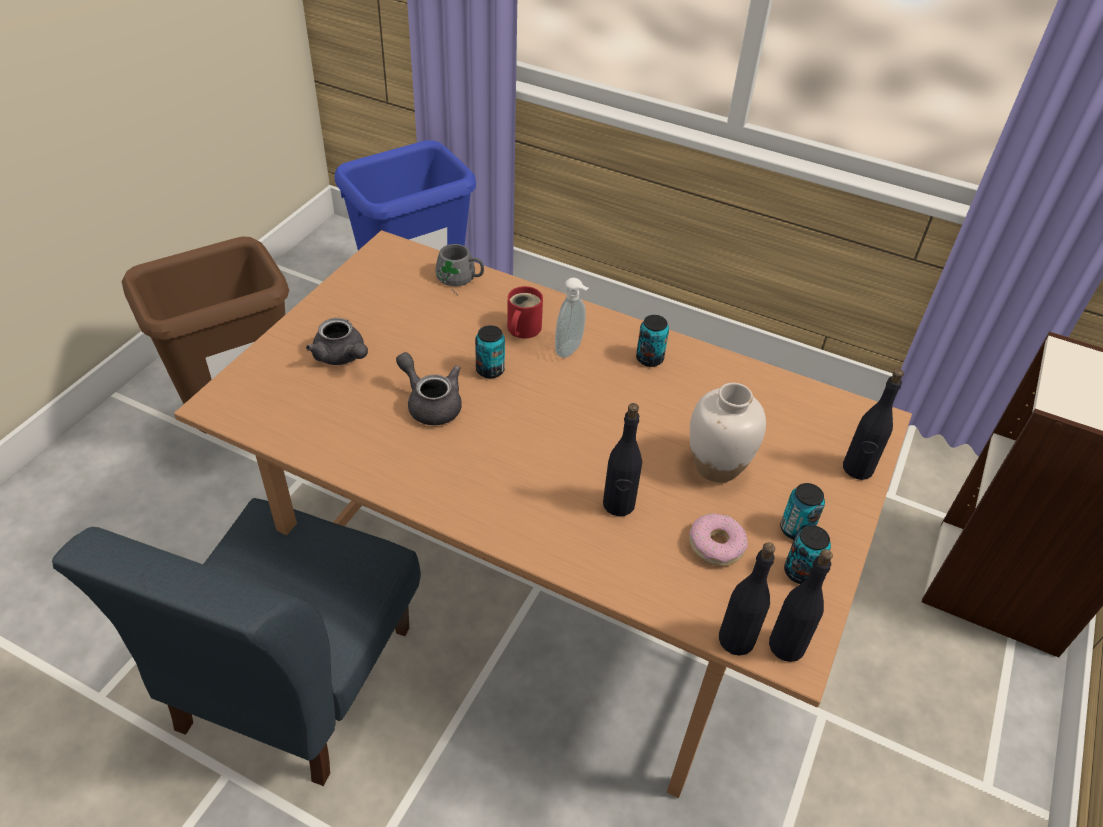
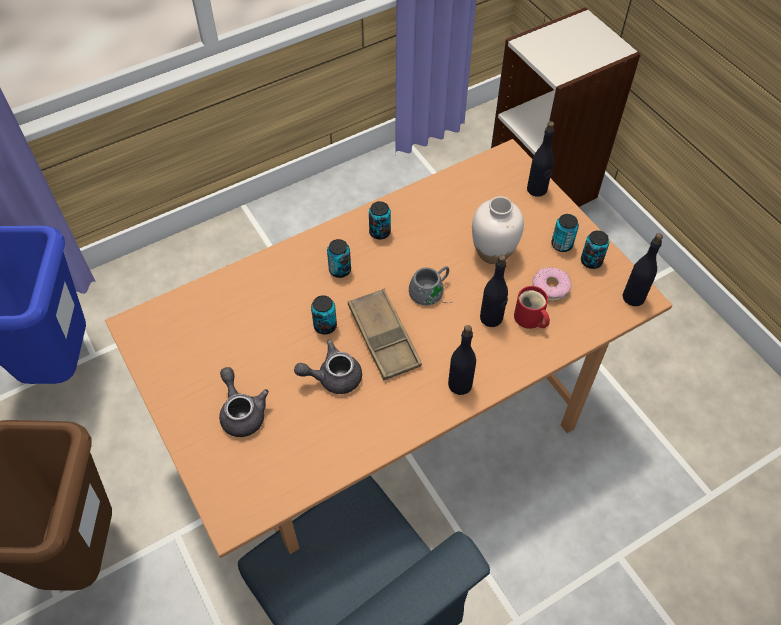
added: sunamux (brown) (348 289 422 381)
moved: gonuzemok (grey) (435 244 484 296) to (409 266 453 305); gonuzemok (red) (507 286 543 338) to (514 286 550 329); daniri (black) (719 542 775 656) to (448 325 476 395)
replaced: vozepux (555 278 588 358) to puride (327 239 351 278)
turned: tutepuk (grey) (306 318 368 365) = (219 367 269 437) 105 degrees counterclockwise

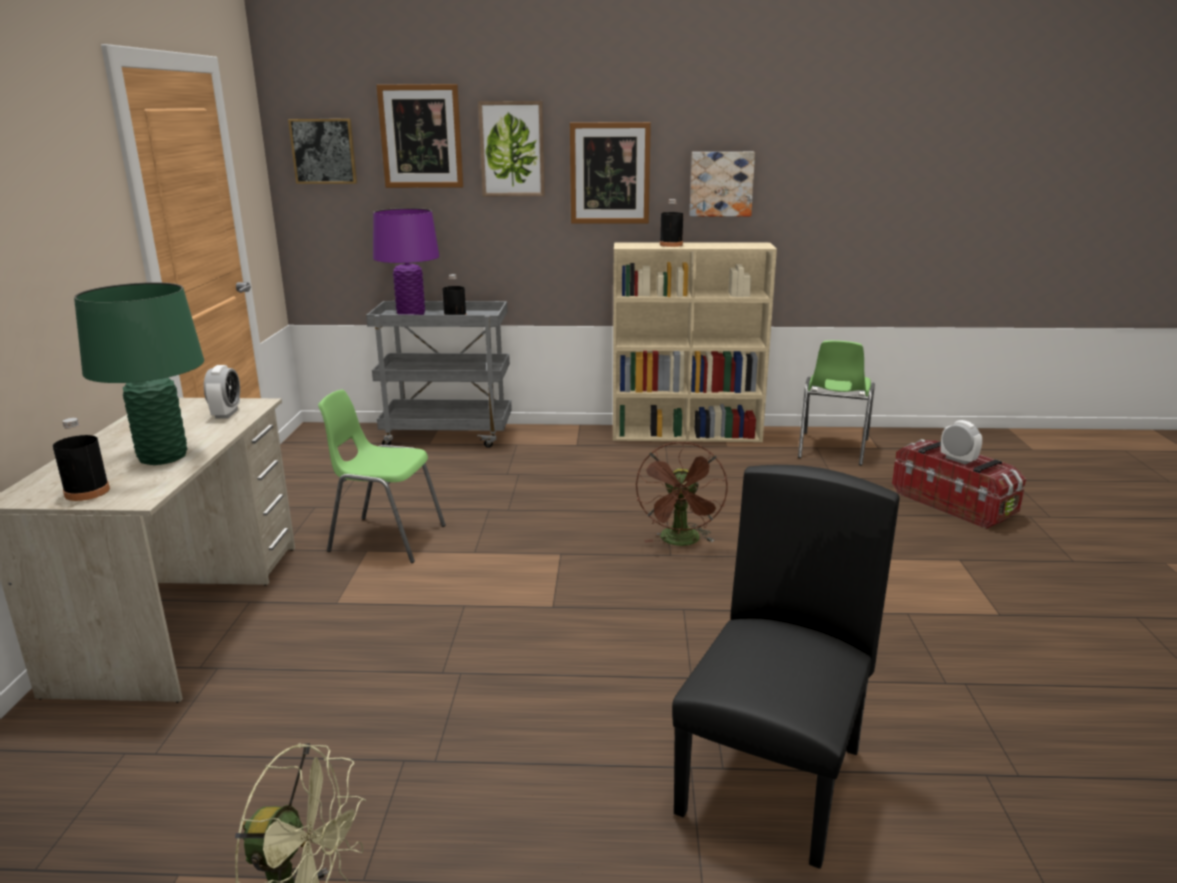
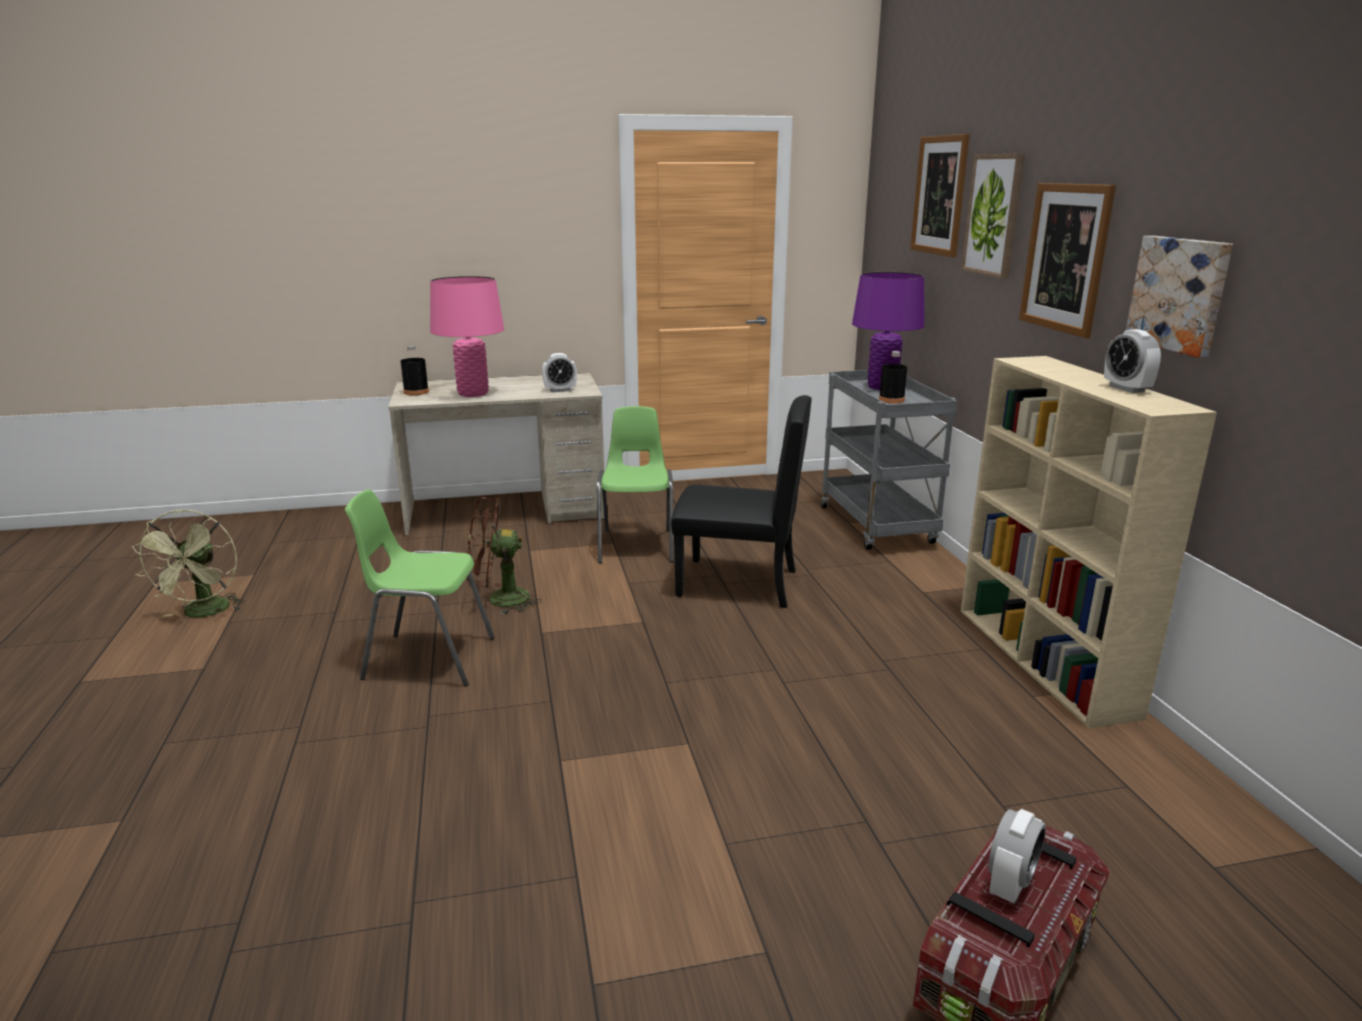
removed: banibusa (288 119 357 184); daniri (black) (660 199 683 247)
added: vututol (1104 329 1161 393)
moved: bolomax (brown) (636 441 727 546) to (467 497 542 615); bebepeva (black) (672 465 900 869) to (671 395 812 608); bebepeva (green) (798 340 875 465) to (345 489 495 687)
recoloured: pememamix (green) (74 282 204 465) to pememamix (pink) (430 276 504 397)

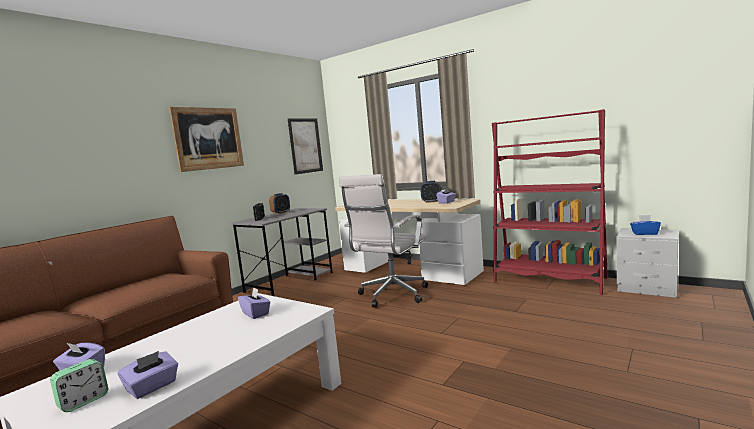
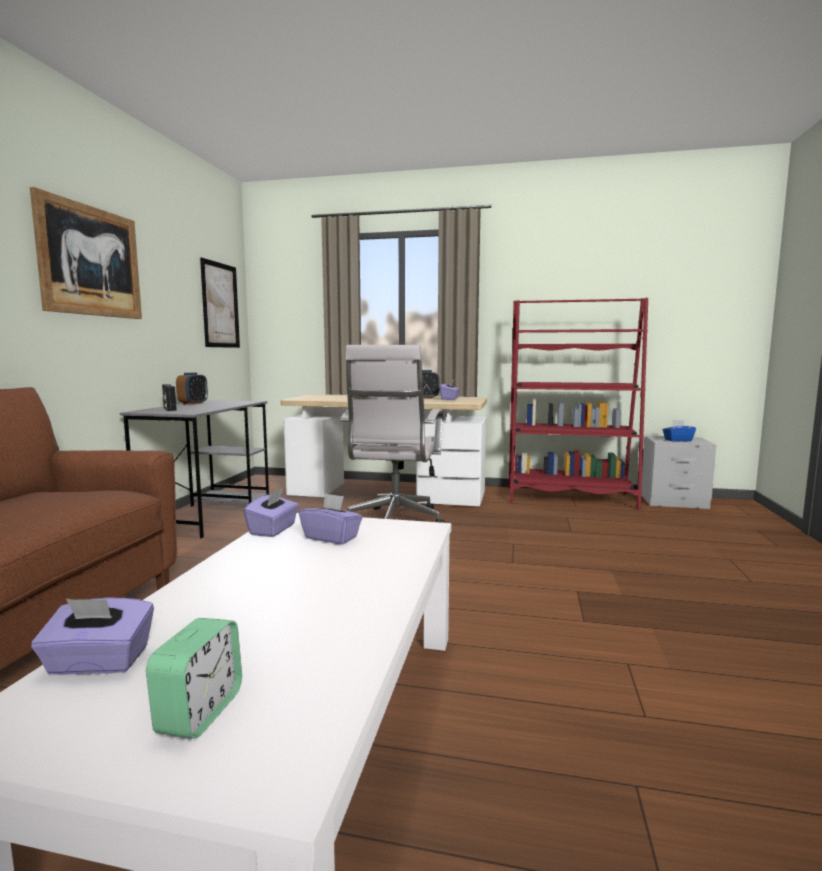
moved: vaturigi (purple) (118 351 178 399) to (243 488 299 537)

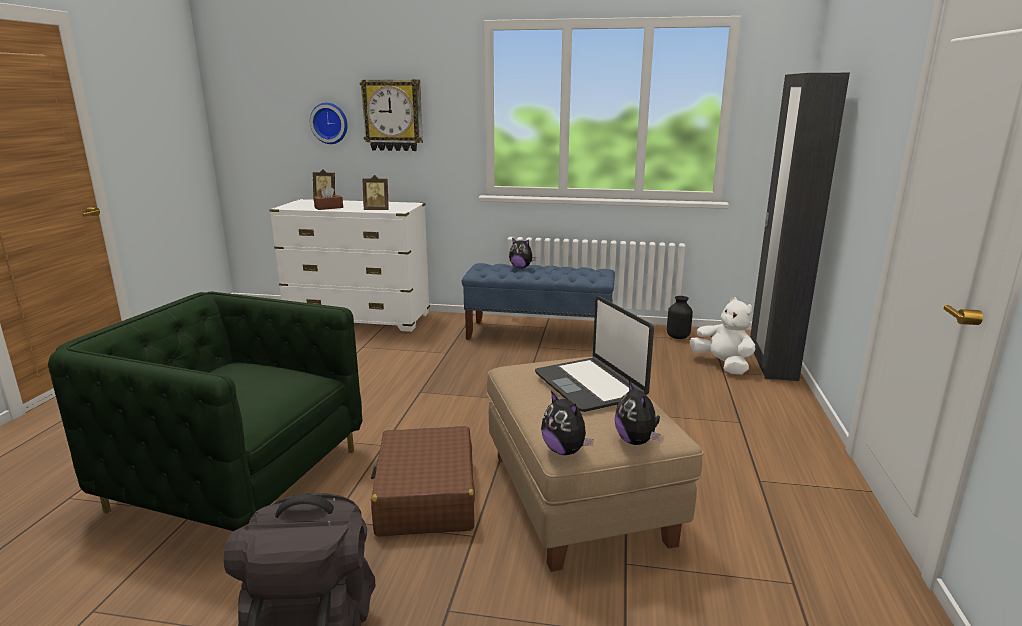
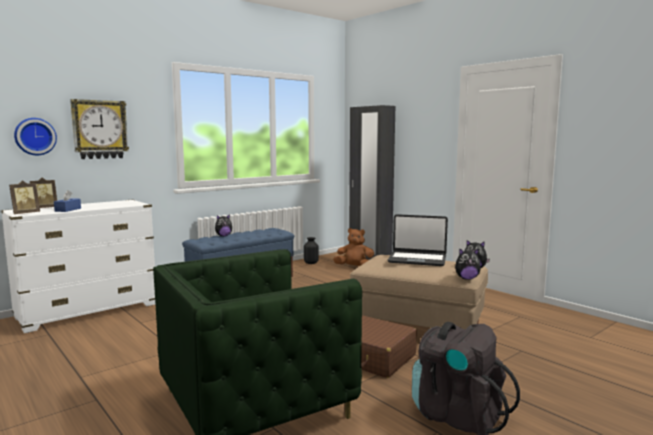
moved: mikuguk (362 175 389 210) to (9 180 40 214)
recoloured: vaturigi (brown) (314 186 343 210) to vaturigi (blue) (54 190 81 212); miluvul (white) (690 297 755 375) to miluvul (brown) (333 228 374 266)

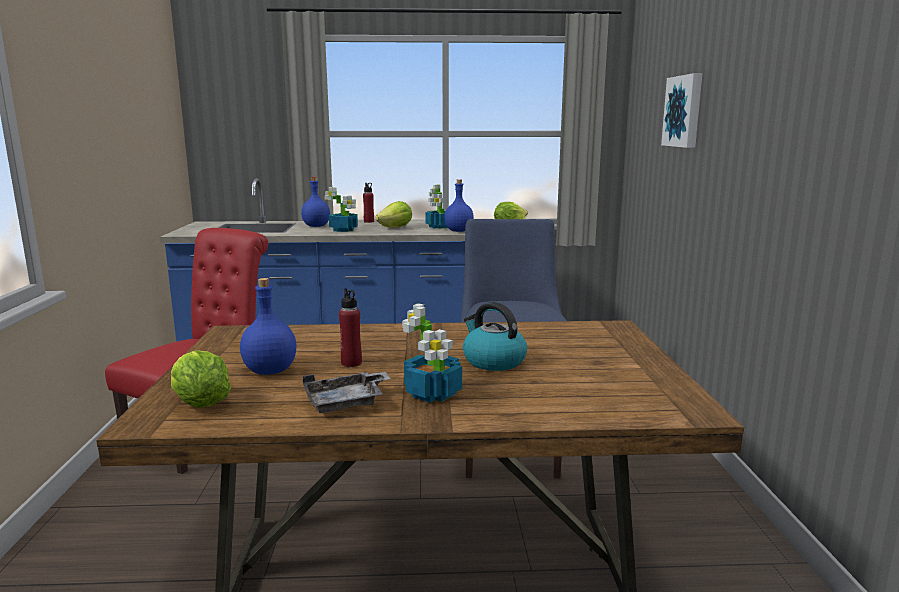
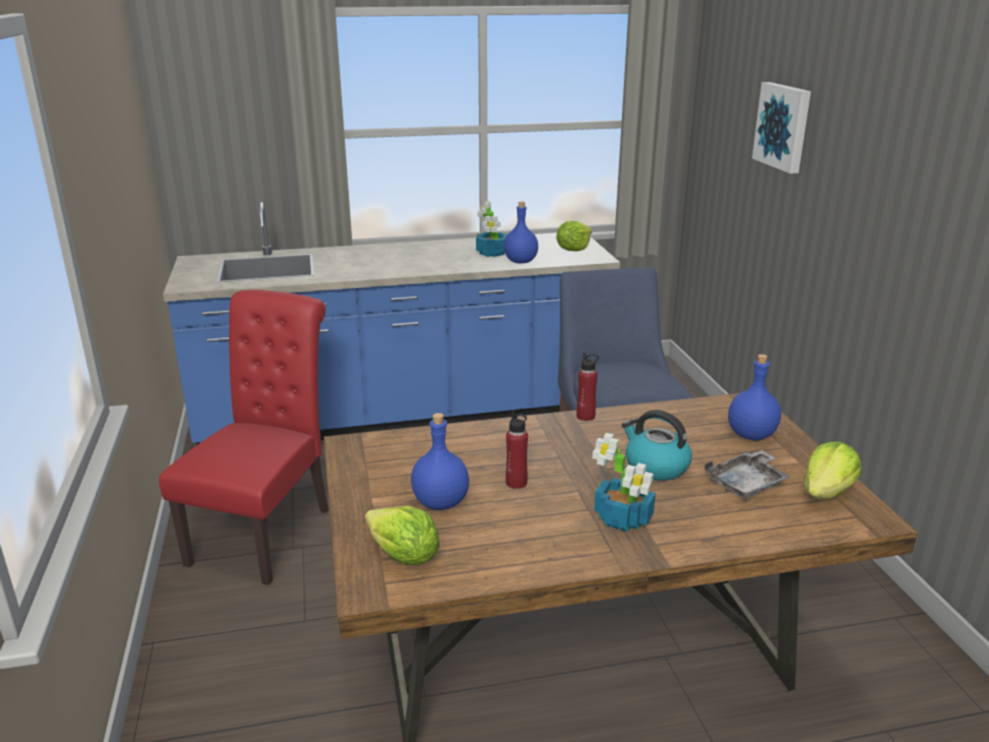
removed: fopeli (325 187 358 232)
moved: daniri (blue) (301 177 330 227) to (728 354 781 441); sunamux (grey) (303 372 390 413) to (705 450 791 499); daniri (red) (363 183 374 223) to (576 352 599 421); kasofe (375 201 412 228) to (803 442 861 500)

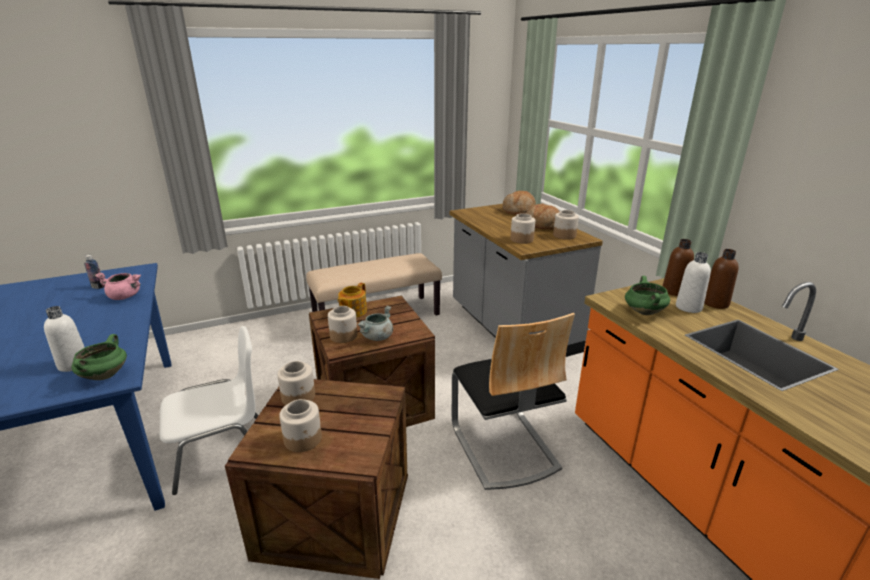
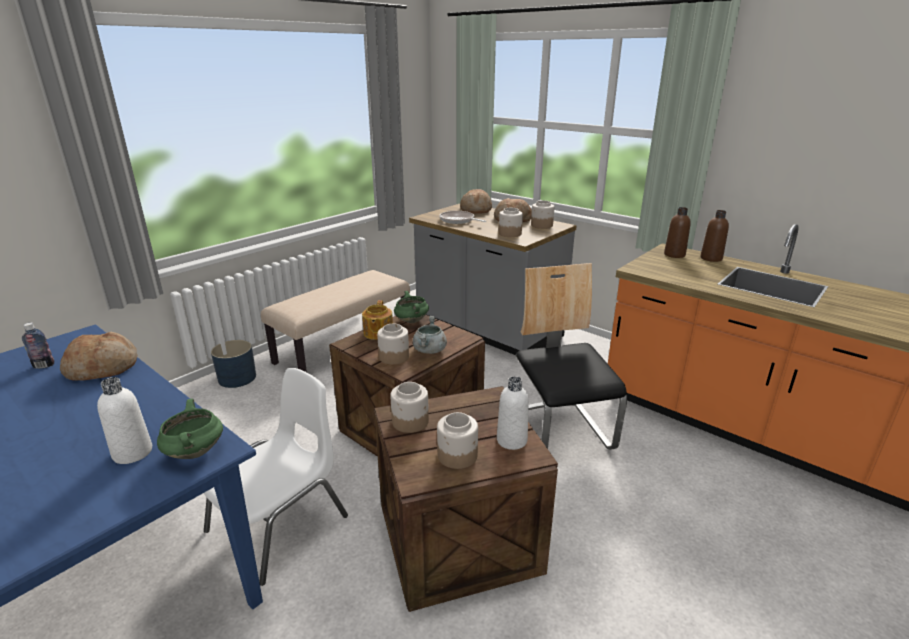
added: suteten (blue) (211 340 256 388); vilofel (439 211 486 224)
moved: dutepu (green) (625 276 670 315) to (394 291 429 323); daniri (white) (676 252 711 313) to (497 376 529 450)
replaced: dutepu (pink) (95 273 141 300) to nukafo (60 332 137 381)
turned: bebepeva (452 313 575 490) = (516 263 627 450) 150 degrees counterclockwise

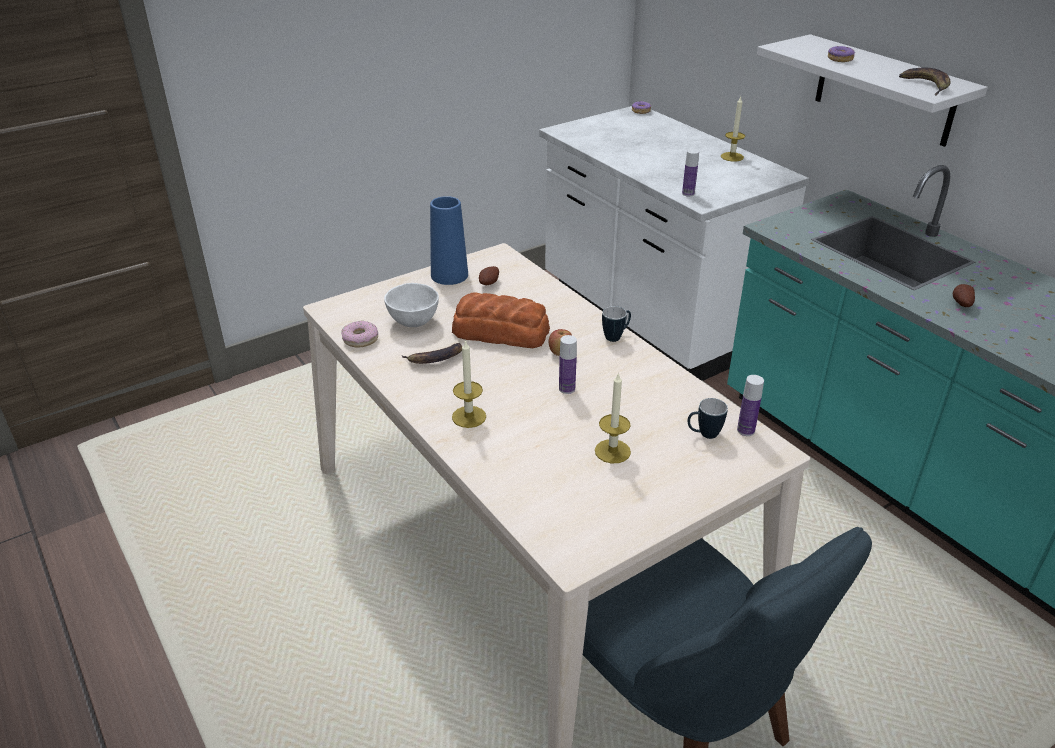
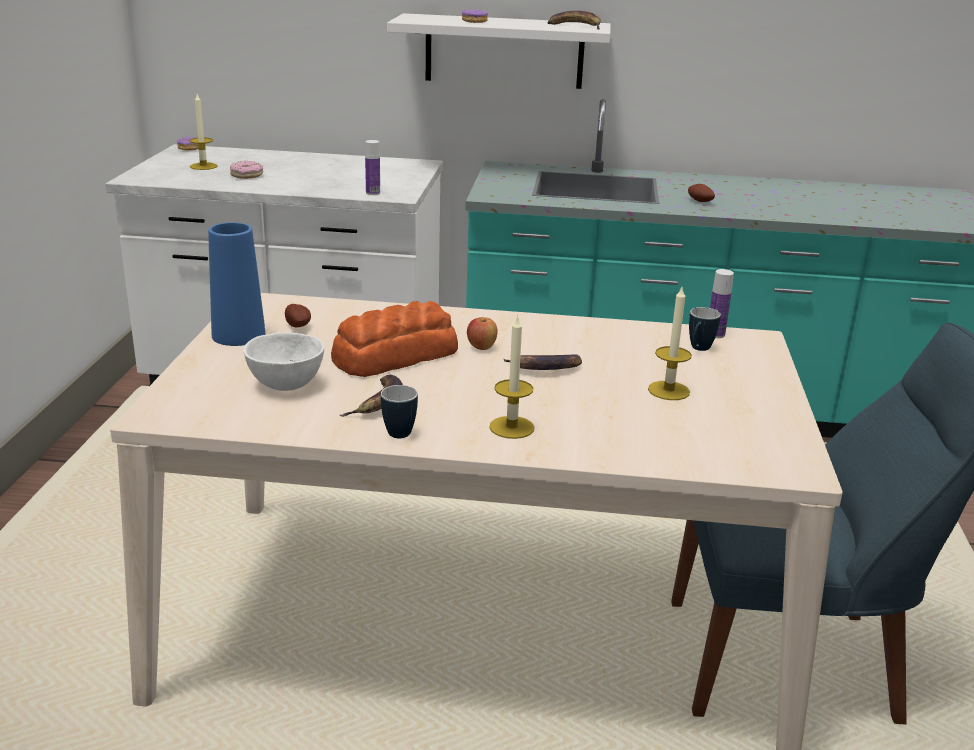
moved: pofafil (341 321 378 348) to (230 161 263 179); gonuzemok (602 306 631 342) to (381 385 418 439); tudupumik (721 97 745 162) to (189 94 217 170)
replaced: daniri (559 335 577 394) to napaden (504 354 582 370)

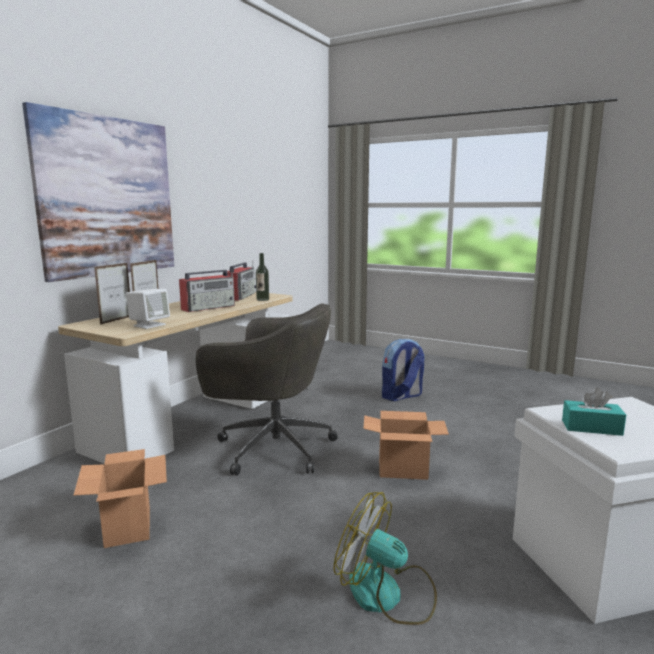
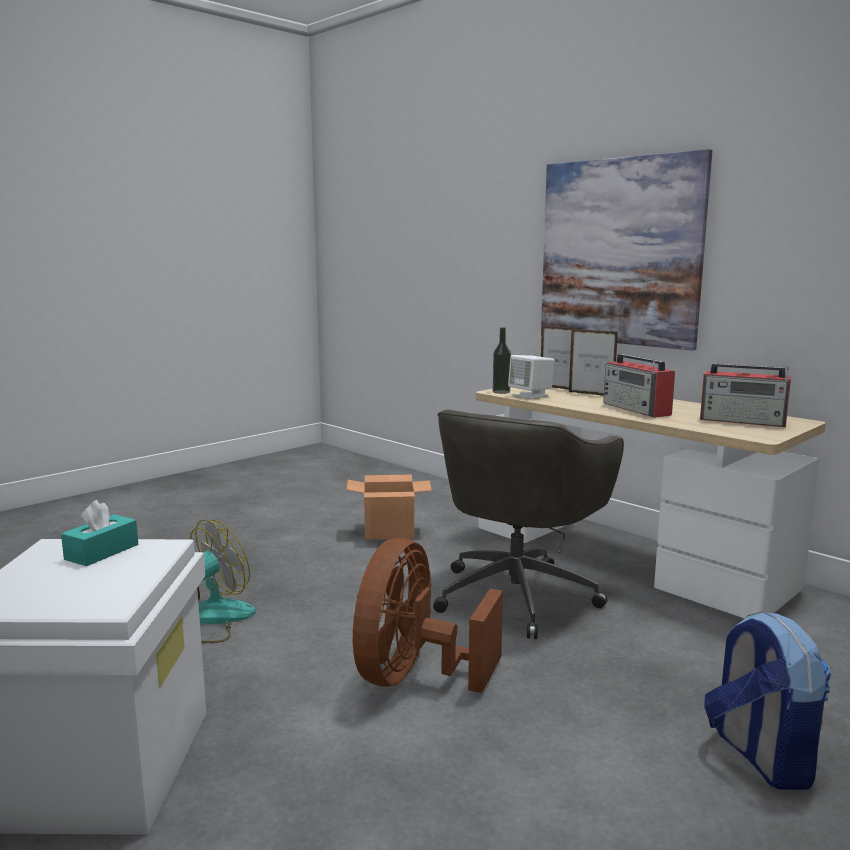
moved: daniri (256 253 269 301) to (493 327 511 394)
replaced: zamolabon (363 411 449 480) to bolomax (brown) (353 538 503 693)

